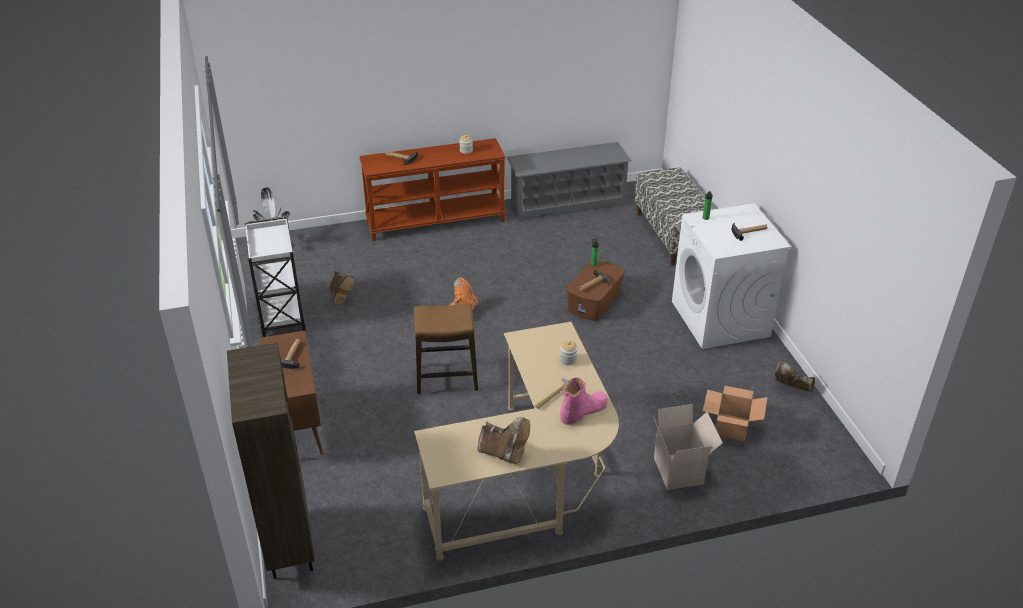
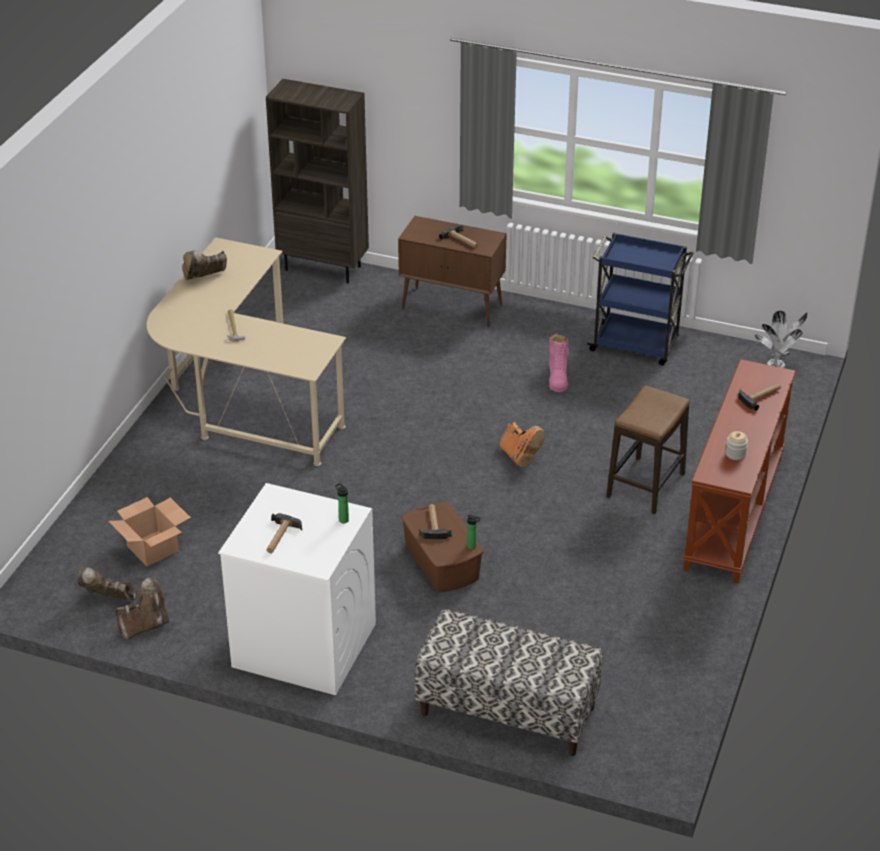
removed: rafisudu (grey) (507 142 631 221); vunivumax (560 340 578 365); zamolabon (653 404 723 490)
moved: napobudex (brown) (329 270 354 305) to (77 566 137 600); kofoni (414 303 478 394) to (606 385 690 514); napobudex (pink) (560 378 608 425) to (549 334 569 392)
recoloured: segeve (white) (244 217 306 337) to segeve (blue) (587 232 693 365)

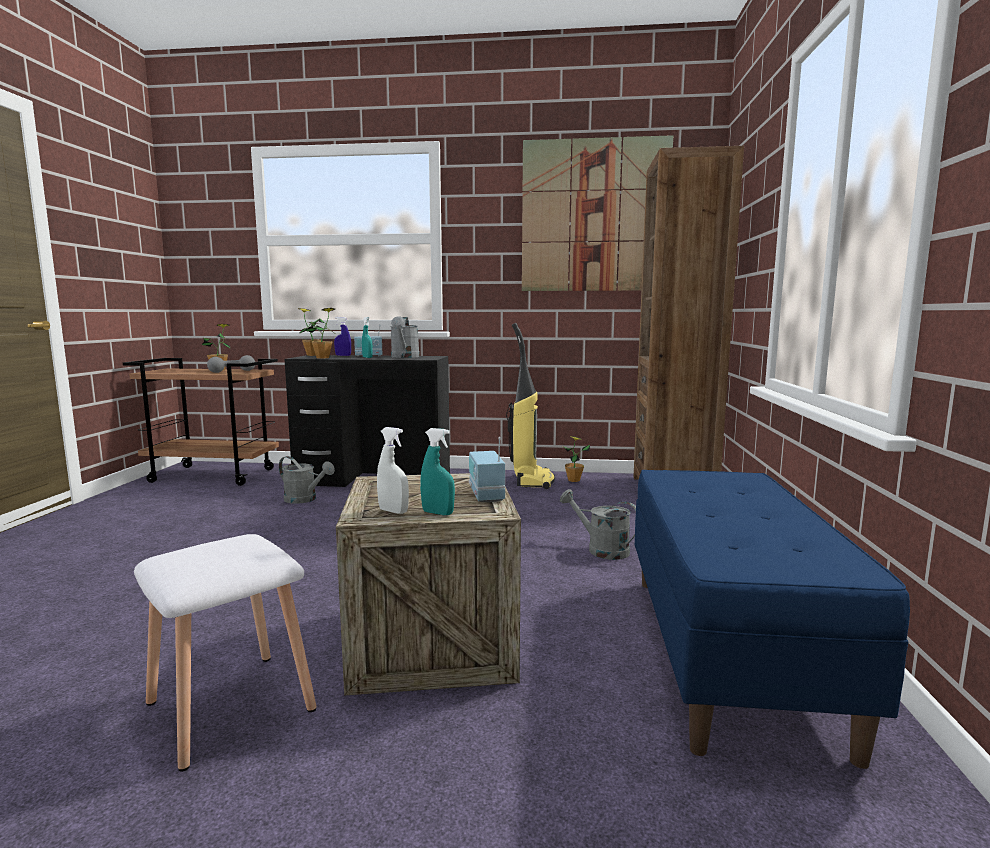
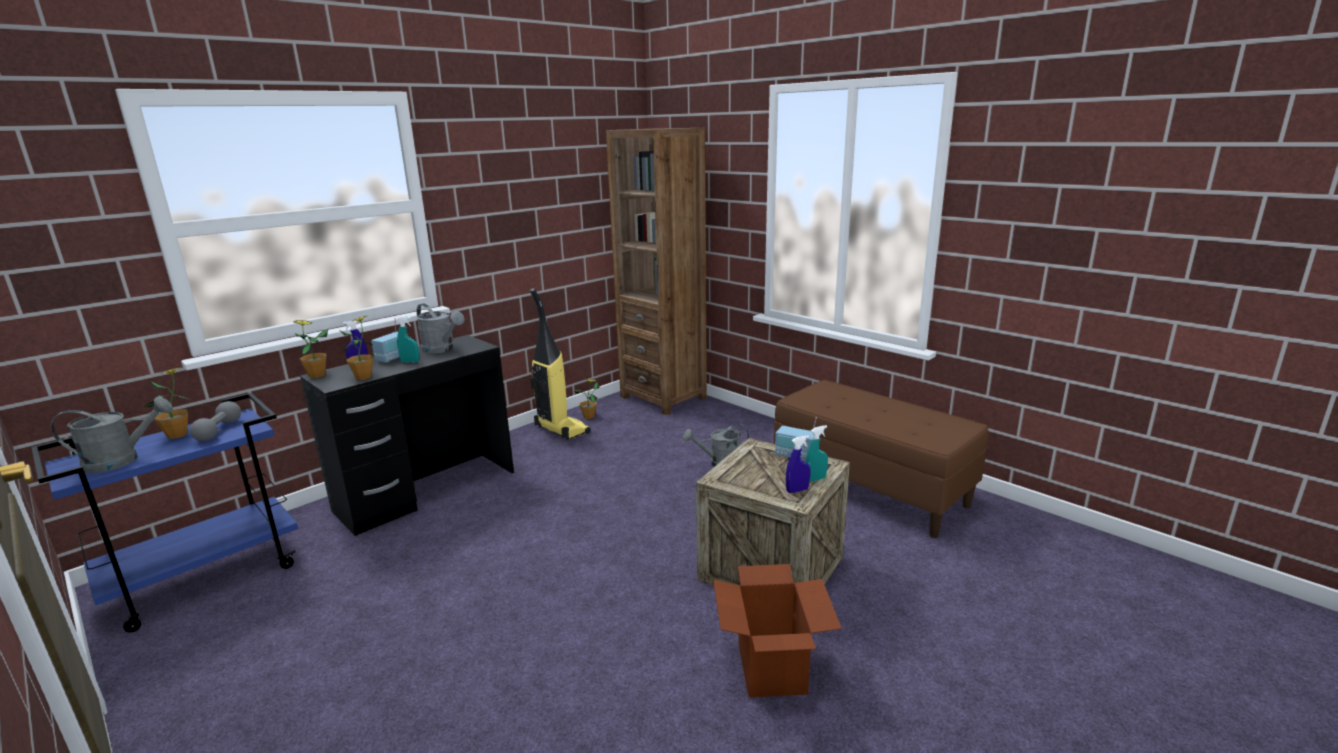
removed: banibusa (522 135 673 291)
moved: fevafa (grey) (279 456 335 504) to (51 397 173 473)
replaced: kofoni (white) (134 534 317 772) to zamolabon (713 564 842 698)
recoloured: segeve (brown) (123 358 279 486) to segeve (blue) (31 393 298 633); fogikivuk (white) (377 427 409 514) to fogikivuk (blue) (786 435 810 493); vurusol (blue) (635 470 910 769) to vurusol (brown) (774 380 988 538)

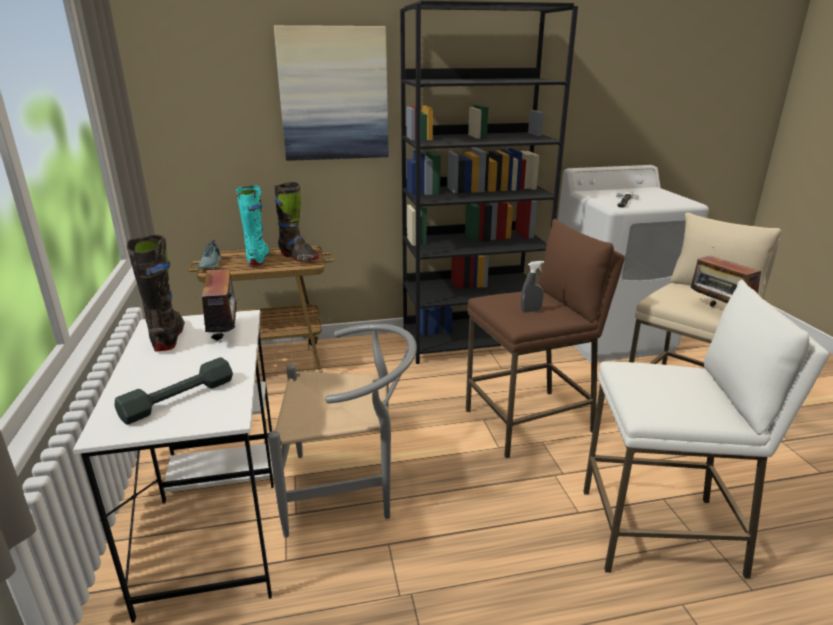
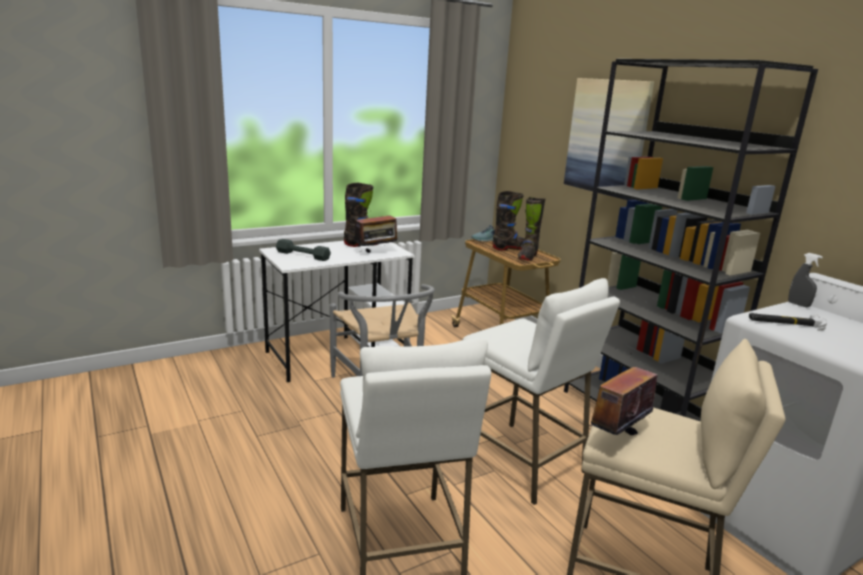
moved: fogikivuk (grey) (521 261 544 312) to (788 253 823 307)
recoloured: napobudex (turquoise) (236 186 270 266) to napobudex (black) (493 191 525 251); kofoni (brown) (466 219 625 458) to kofoni (white) (463 278 620 505)

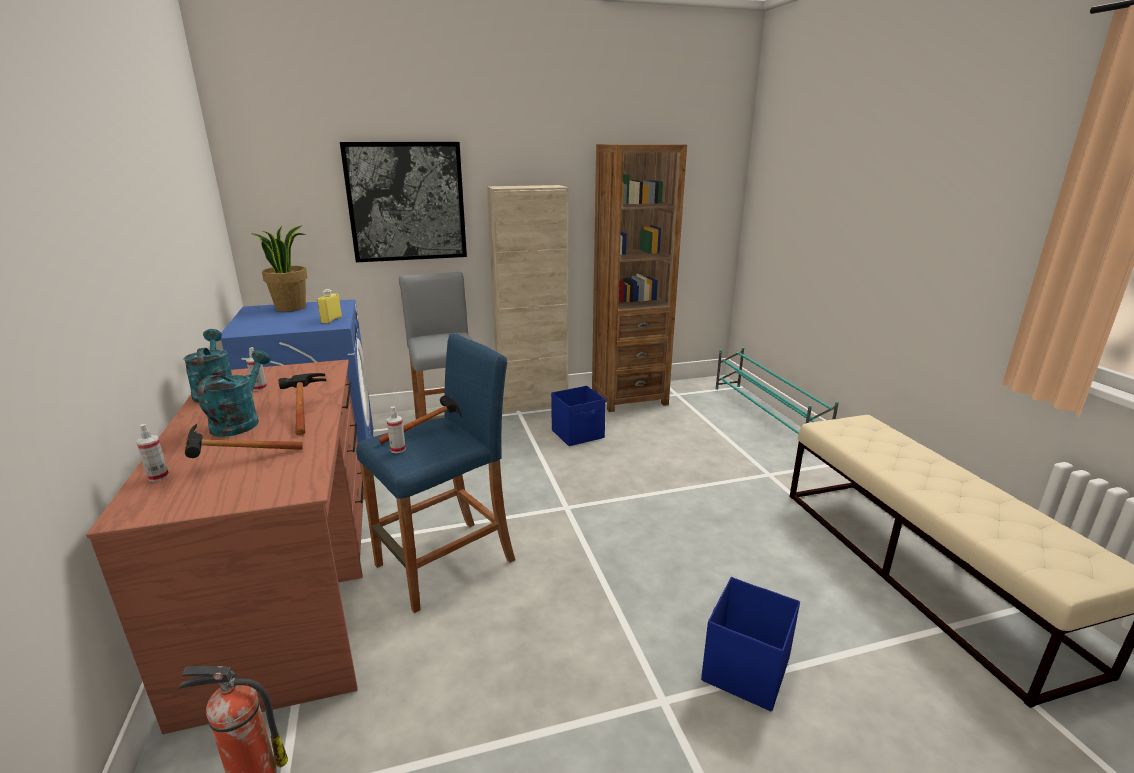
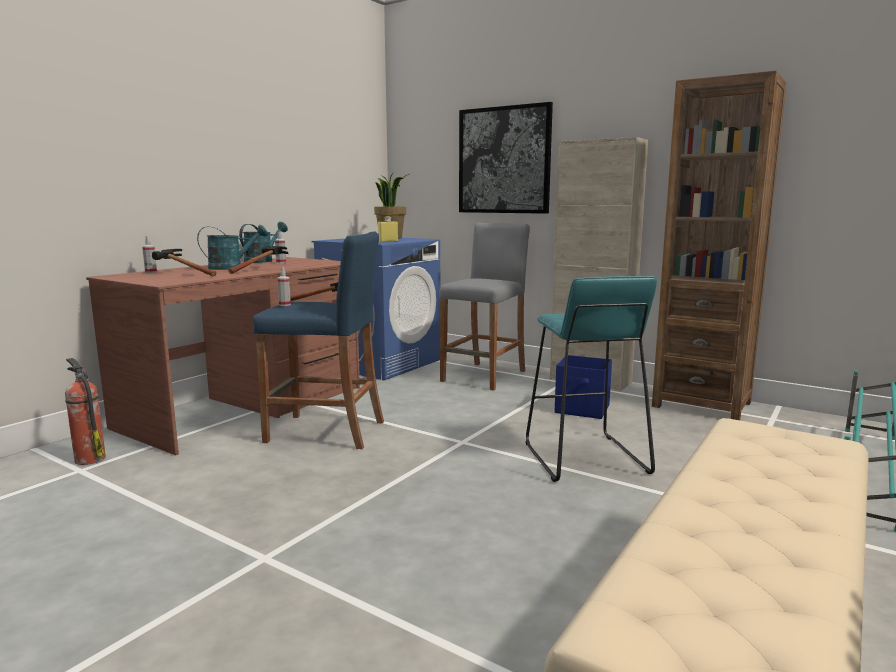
removed: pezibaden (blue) (701 577 800 711)
added: kofoni (turquoise) (526 276 657 482)

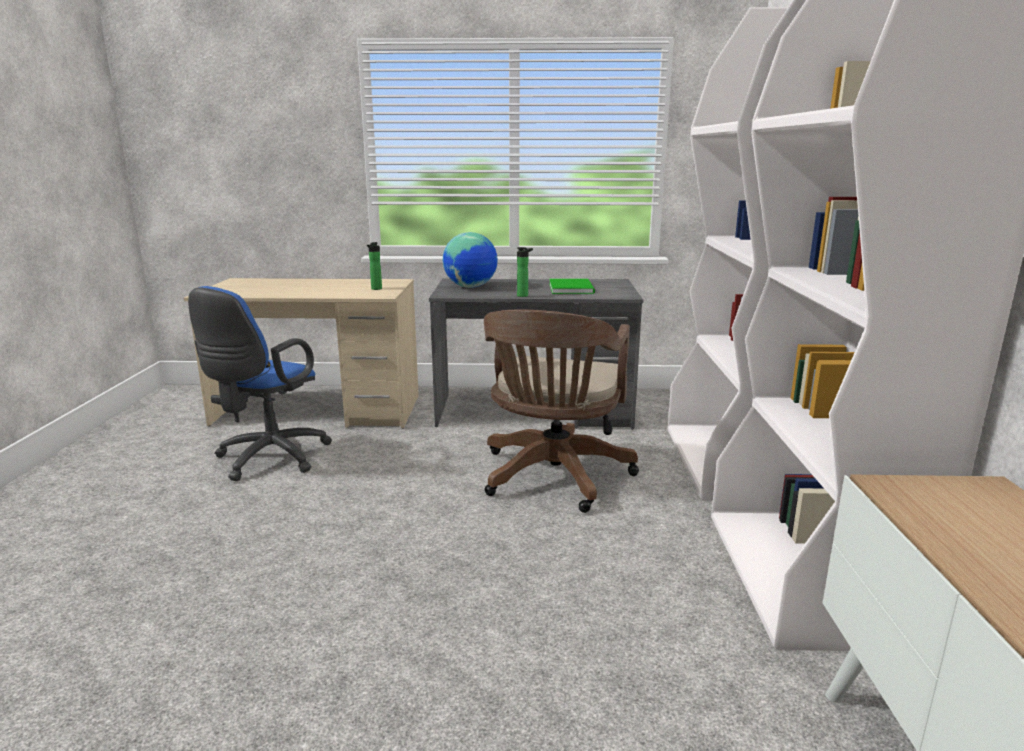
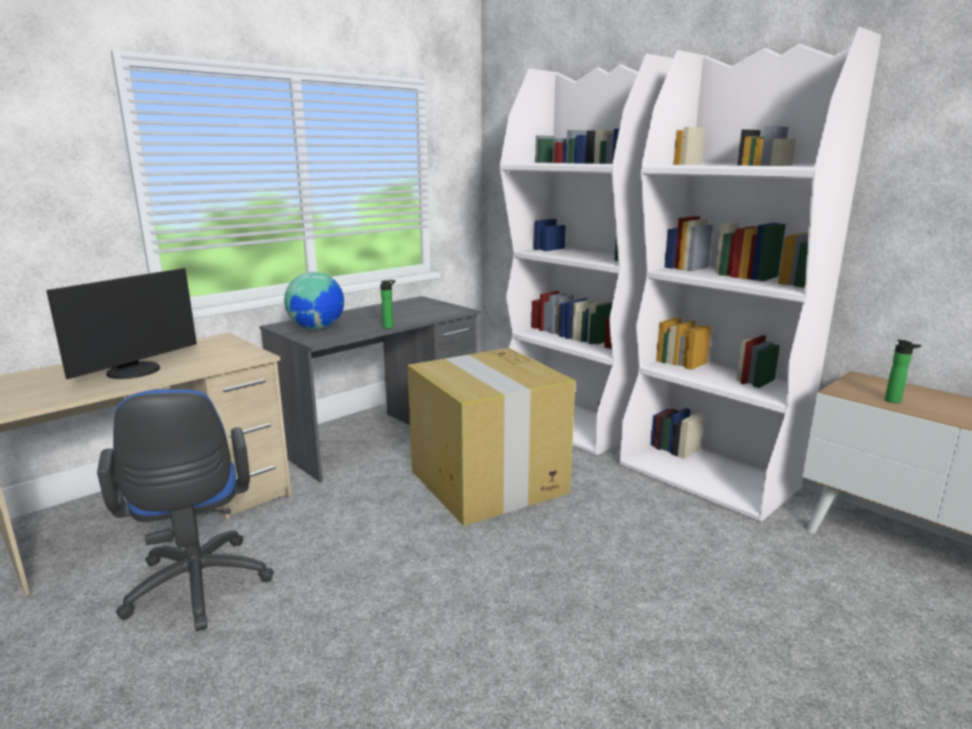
removed: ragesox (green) (549 279 595 294)
added: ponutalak (46 268 197 379)
moved: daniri (367 242 382 290) to (885 339 922 403)
replaced: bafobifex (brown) (484 310 639 513) to zamolabon (407 348 576 526)

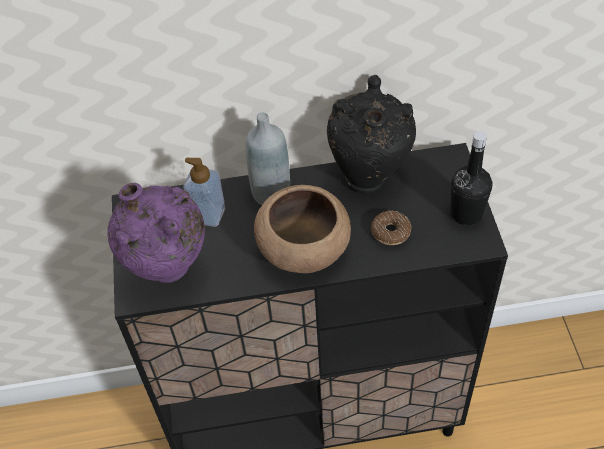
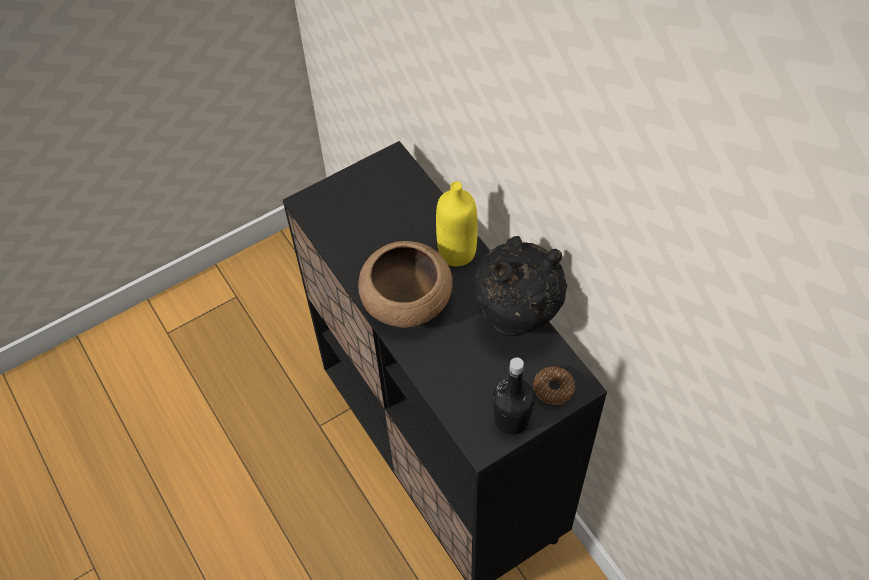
removed: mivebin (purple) (107 183 205 283); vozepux (183 158 225 227)
moved: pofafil (371 211 412 245) to (534 366 575 405)
recoloured: daniri (grey) (245 113 290 205) to daniri (yellow) (436 181 478 267)

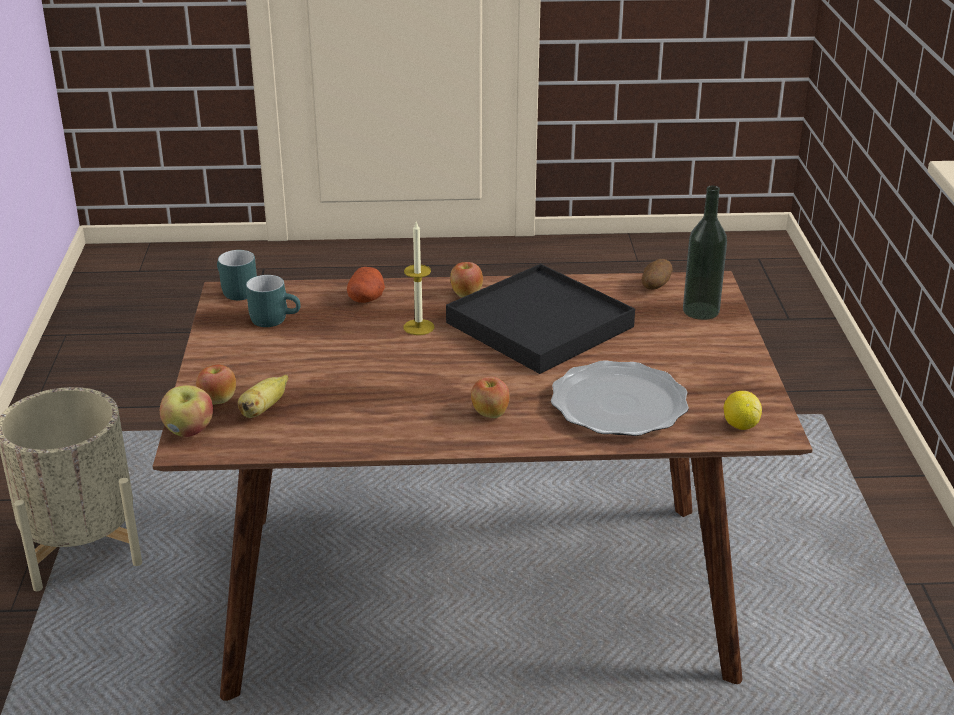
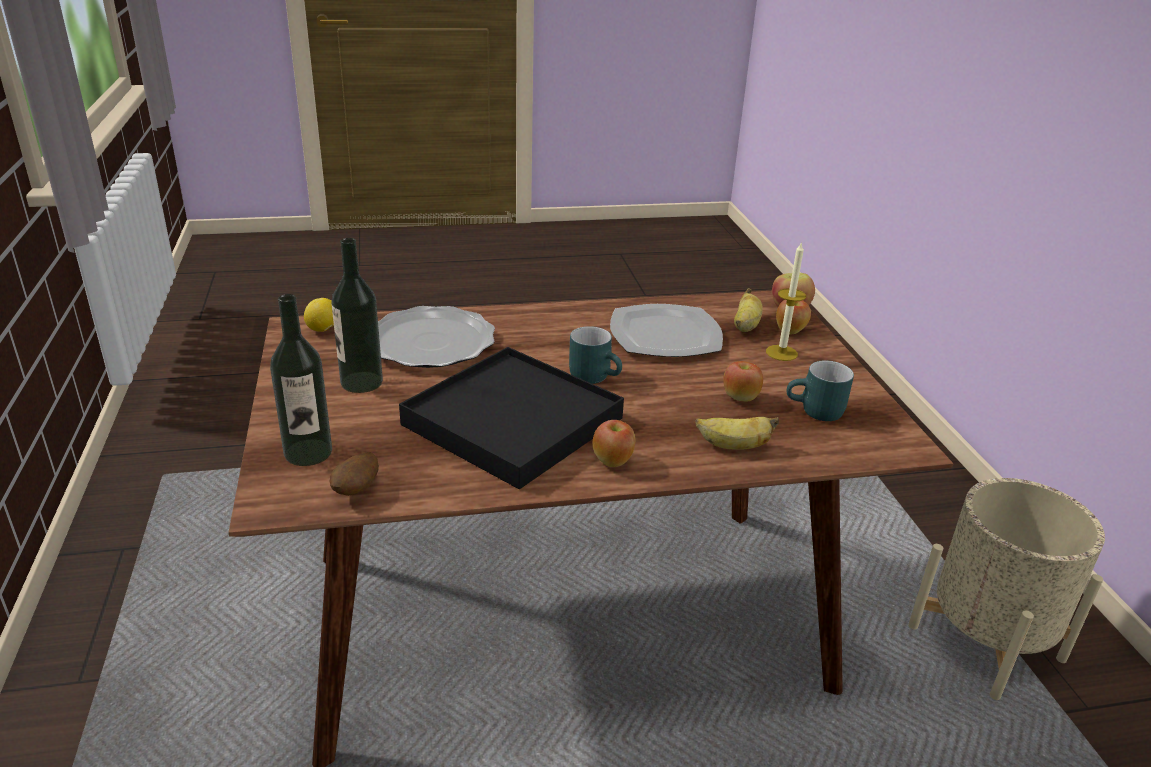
added: daniri (331 238 383 393); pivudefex (610 304 723 357)
moved: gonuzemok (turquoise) (217 250 257 300) to (569 326 622 384); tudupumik (404 222 434 335) to (766 241 806 361); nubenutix (471 377 510 418) to (723 361 763 401)
replaced: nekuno (347 267 385 303) to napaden (695 417 779 450)

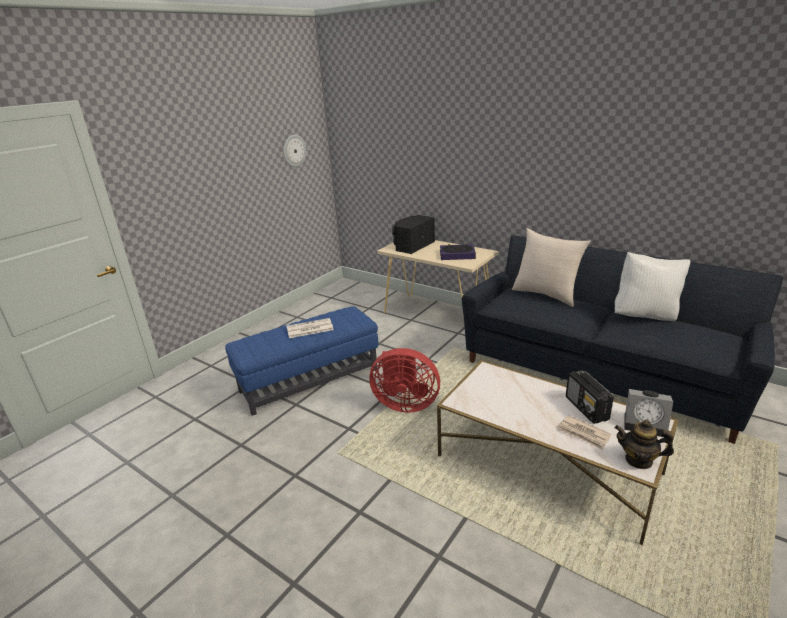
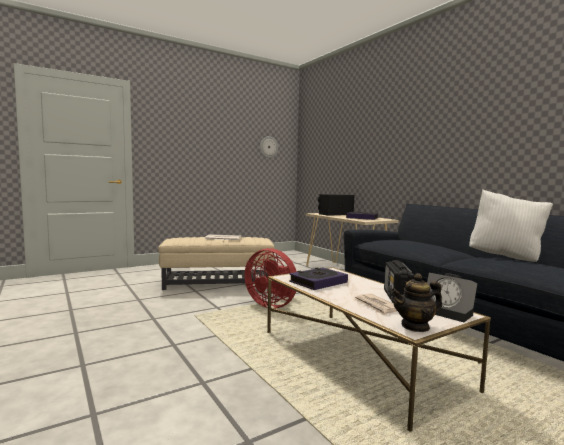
removed: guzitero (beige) (512 228 591 307)
added: ragesox (289 267 348 290)
recoloured: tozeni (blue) (225 306 378 416) to tozeni (beige) (158 237 275 290)
turned: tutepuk (615 420 674 469) = (391 273 442 332) 60 degrees counterclockwise

